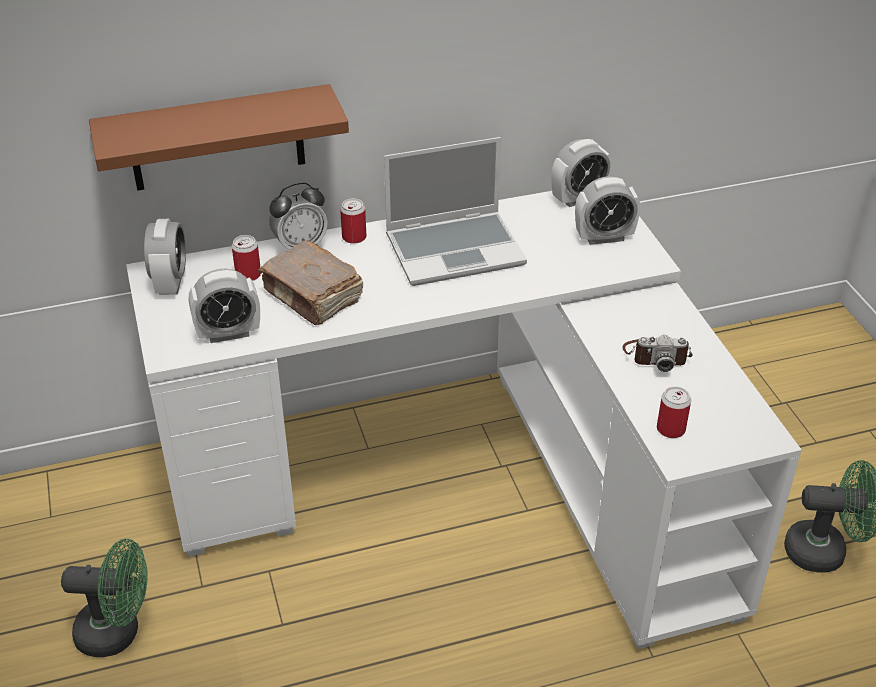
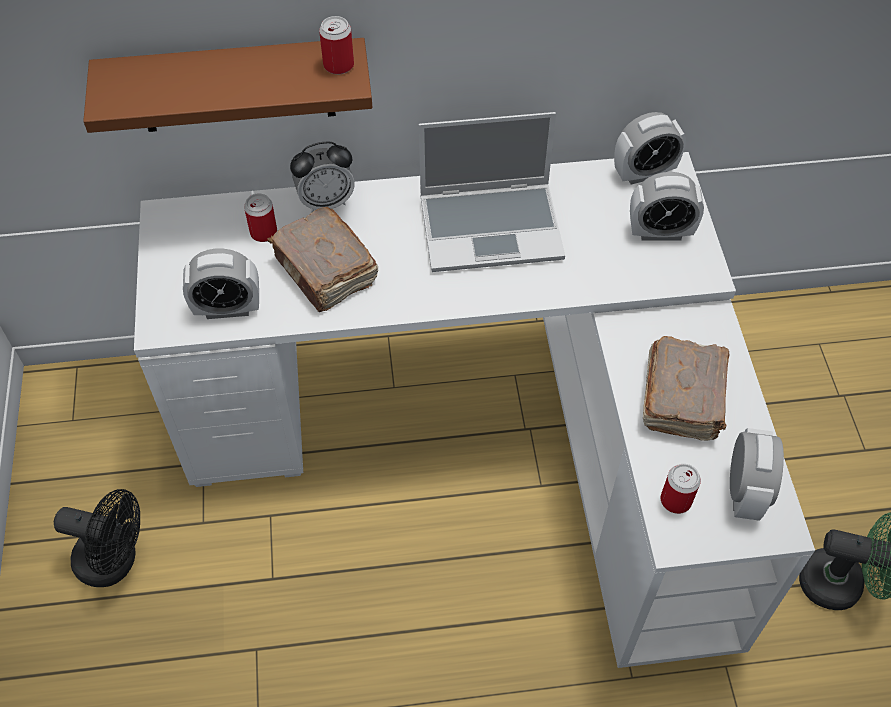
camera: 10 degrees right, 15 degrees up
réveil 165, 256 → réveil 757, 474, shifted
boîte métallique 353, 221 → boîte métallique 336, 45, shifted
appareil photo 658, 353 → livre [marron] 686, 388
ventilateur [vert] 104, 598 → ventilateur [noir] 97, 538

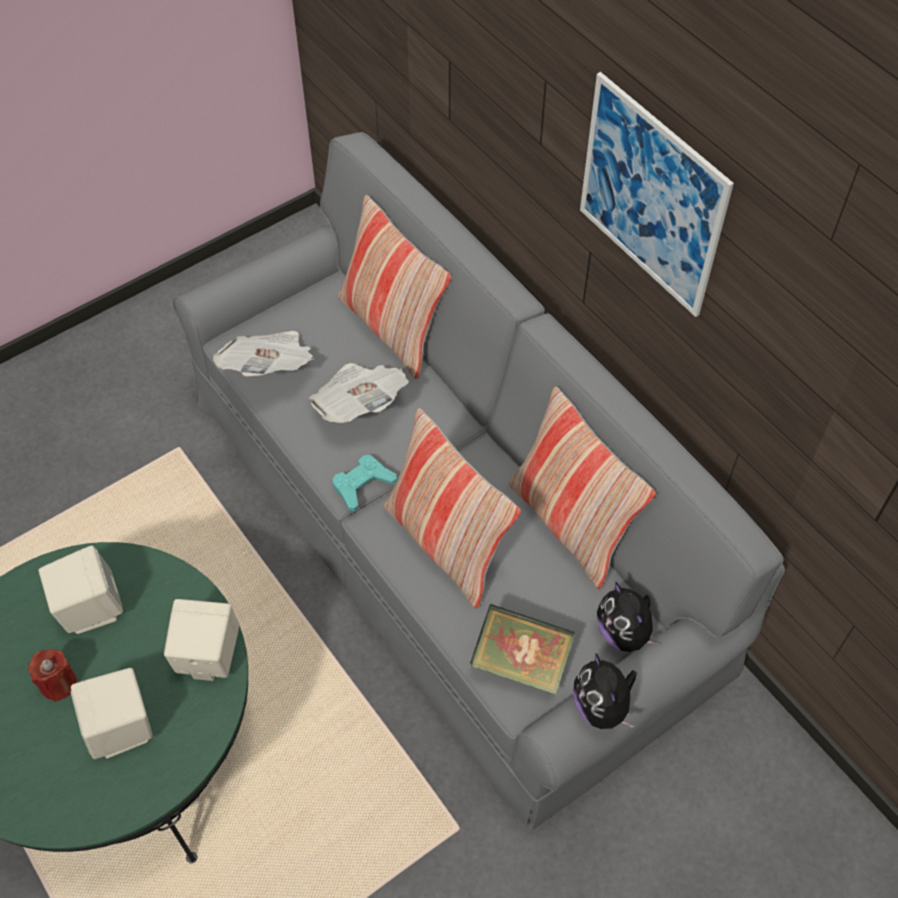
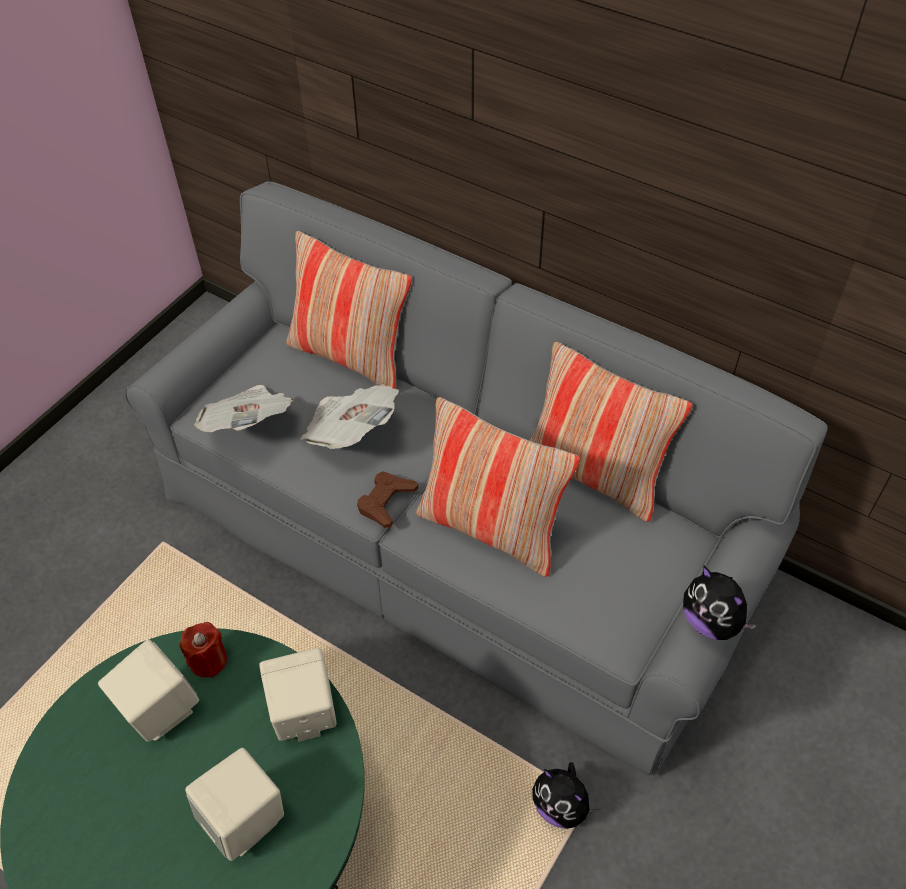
camera: 20 degrees left, 5 degrees down
livre 522, 649 → -
tableau 657, 194 → -
bougie [rouge] 52, 675 → bougie [rouge] 203, 650, shifted
peluche 628, 616 → peluche 565, 796, shifted
manette [turquoise] 365, 483 → manette [marron] 387, 499

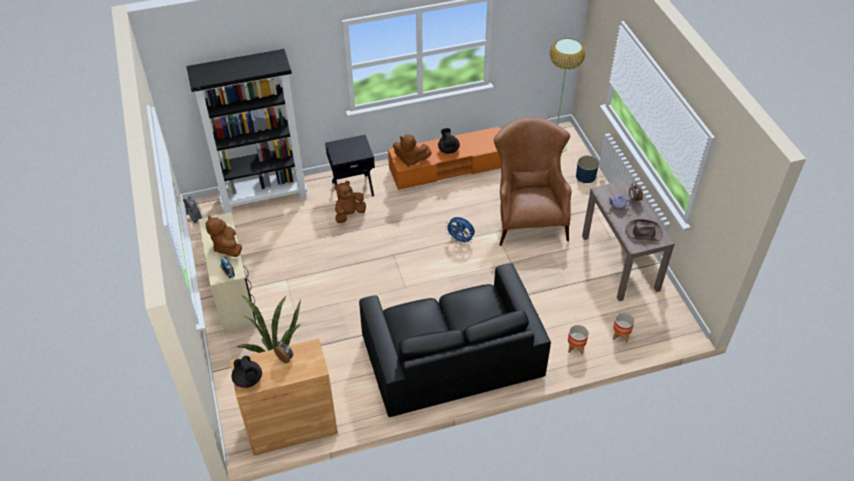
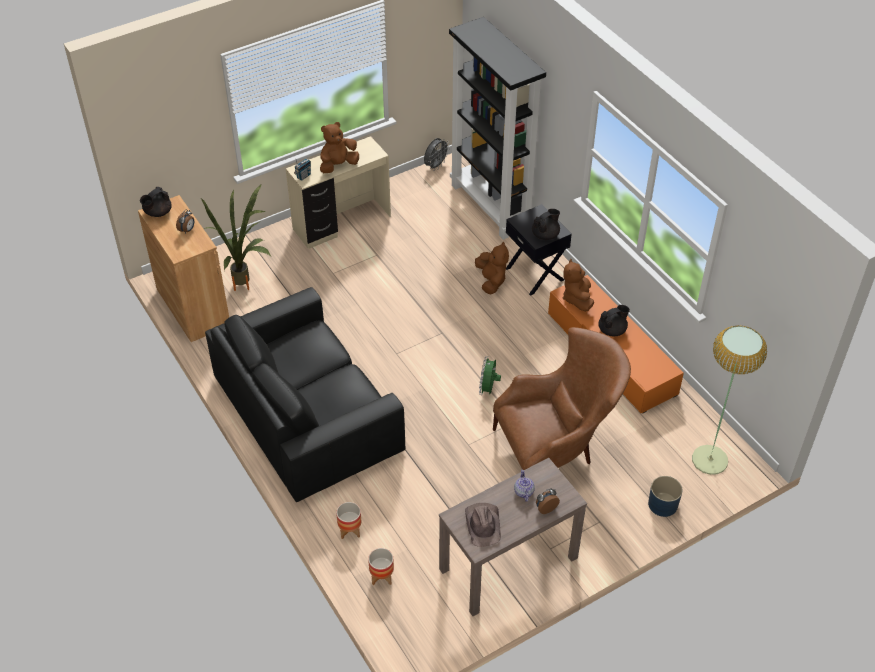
camera: 75 degrees right, 0 degrees up
- → théière [noir] 546, 224
ventilateur [bleu] 460, 230 → ventilateur [vert] 490, 375
peluche [marron] 350, 202 → peluche [marron] 492, 268, 45 degrees clockwise

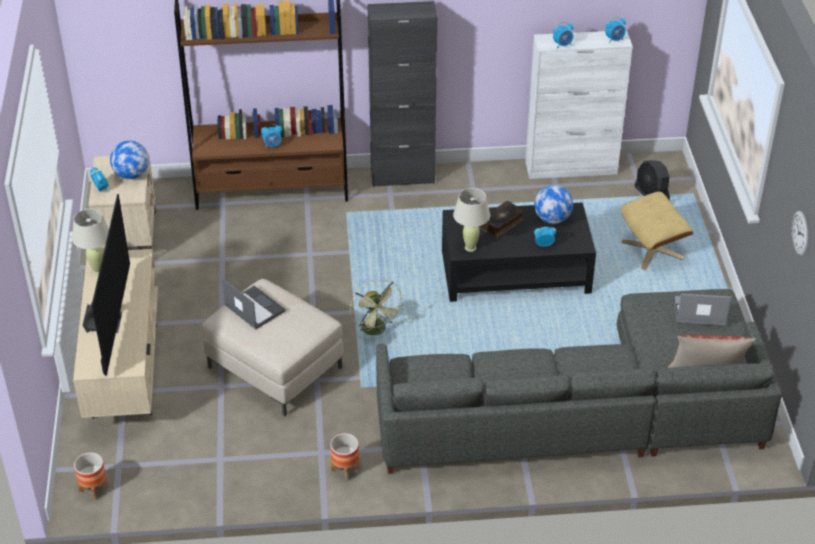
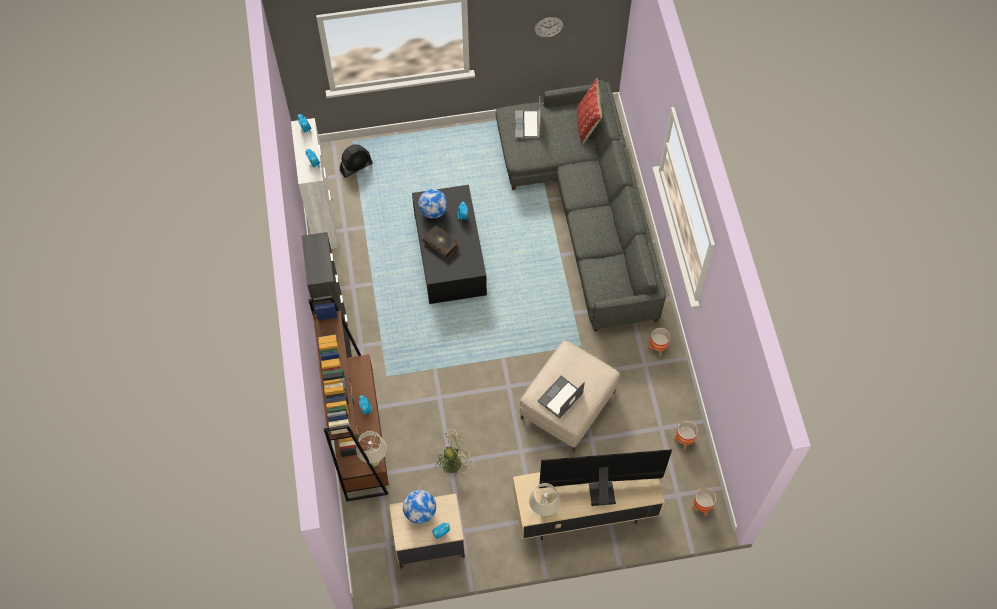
camera: 95 degrees left, 20 degrees up
pouf [beige] 657, 231 → -
- → cache-pot 686, 435
ventilateur [vert] 377, 310 → ventilateur [vert] 454, 451, shifted
lampe de table [beige] 471, 220 → lampe de table [beige] 371, 448, shifted

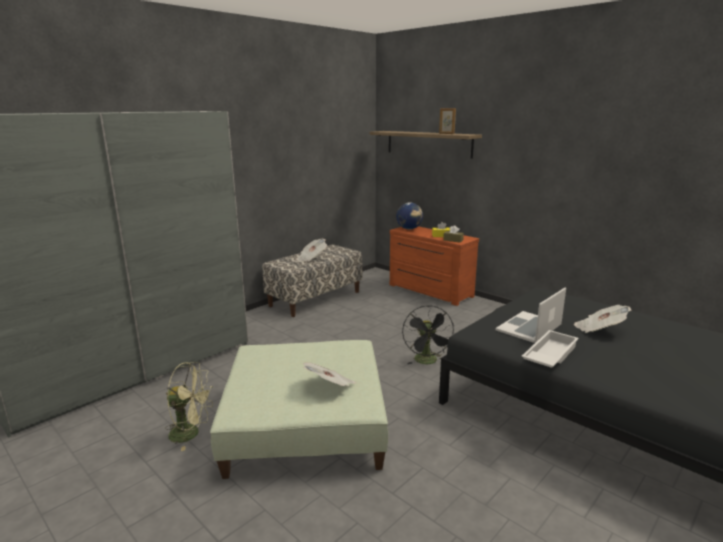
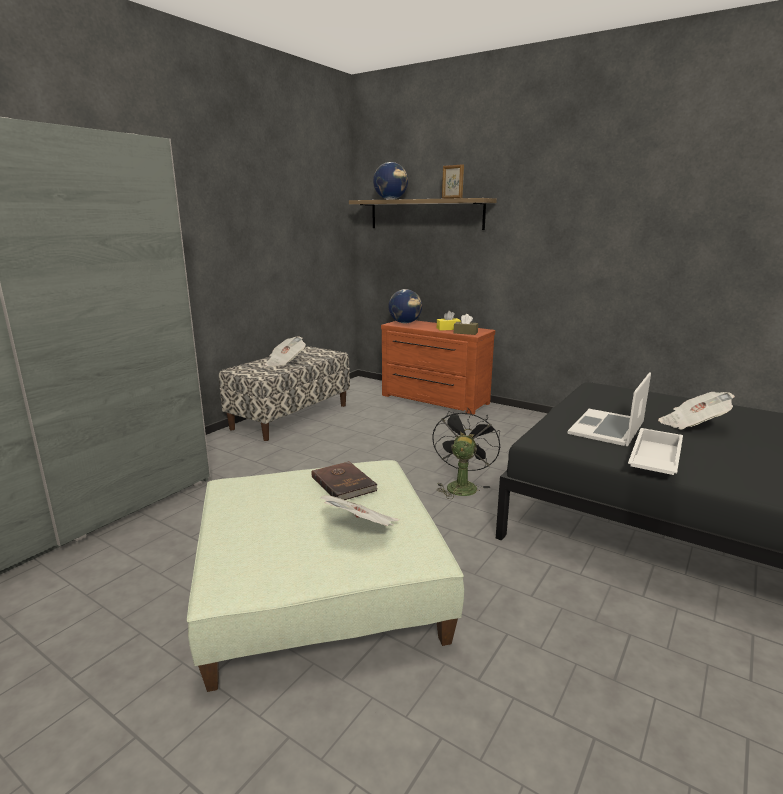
camera: 10 degrees left, 0 degrees up
ventilateur [vert] 189, 406 → -
- → livre [marron] 344, 480
- → globe 390, 181
ventilateur [noir] 428, 334 → ventilateur [noir] 466, 453, 150 degrees counterclockwise

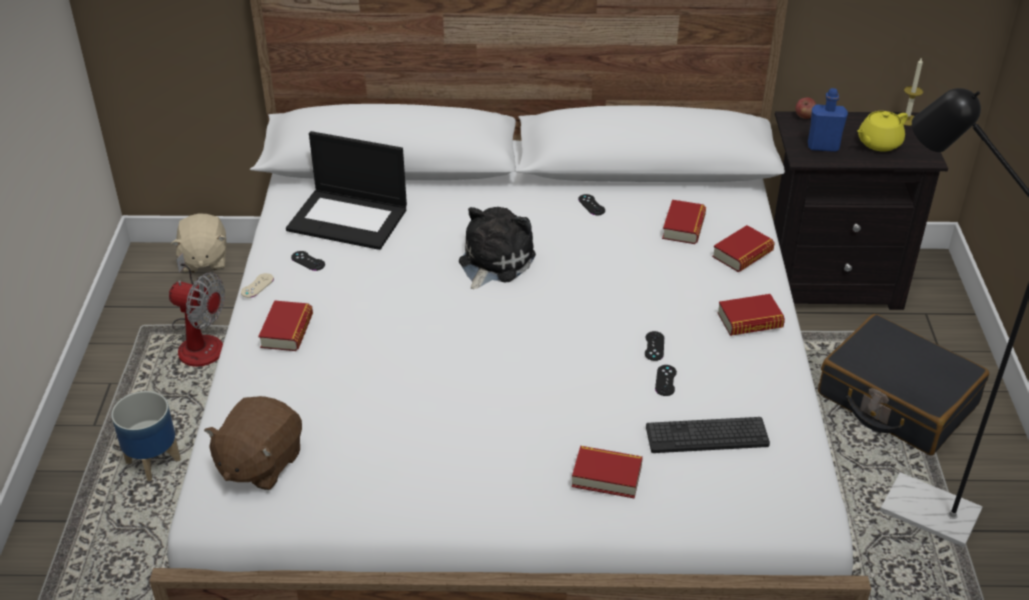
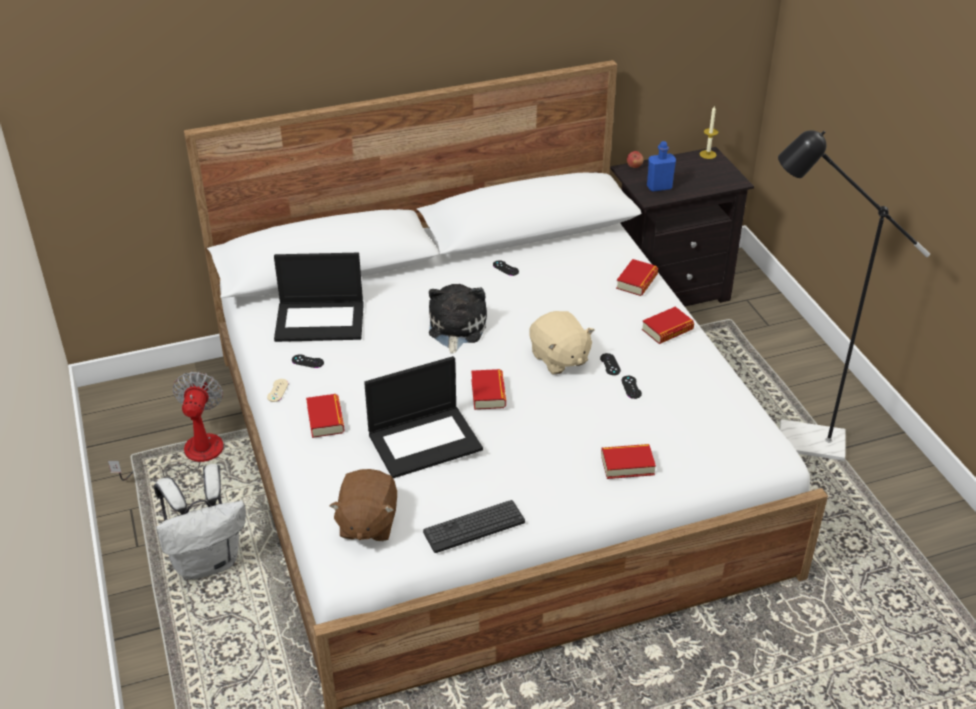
camera: 20 degrees left, 0 degrees up
valise [noir] 903, 384 → -
théière [jaune] 882, 131 → -
- → ordinateur portable 423, 417
peluche [beige] 199, 243 → peluche [beige] 561, 343, shifted
clavier 708, 435 → clavier 474, 526, shifted
livre 684, 222 → livre 488, 389, shifted
cache-pot 146, 436 → sac à dos [blanc] 200, 522
ventilateur 197, 310 → ventilateur 165, 426, 90 degrees counterclockwise

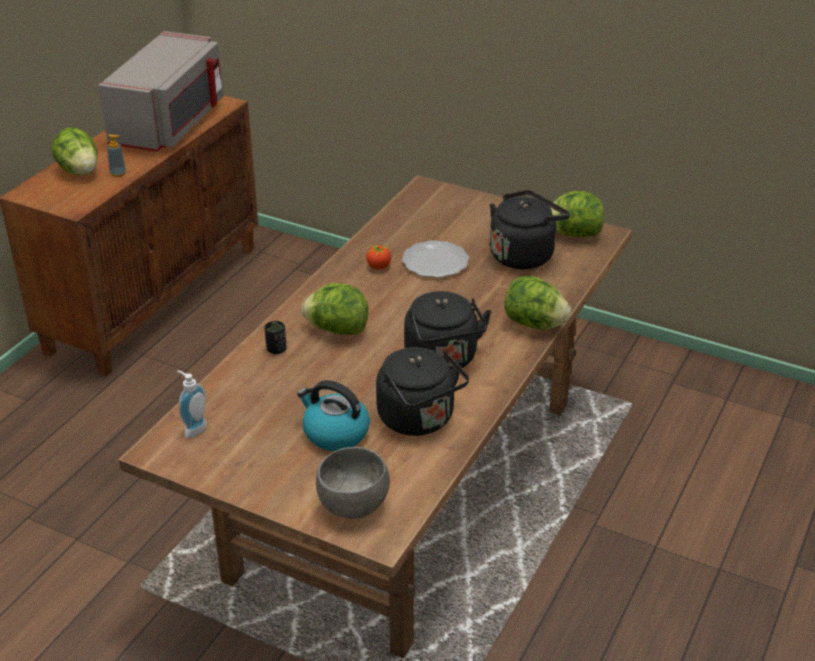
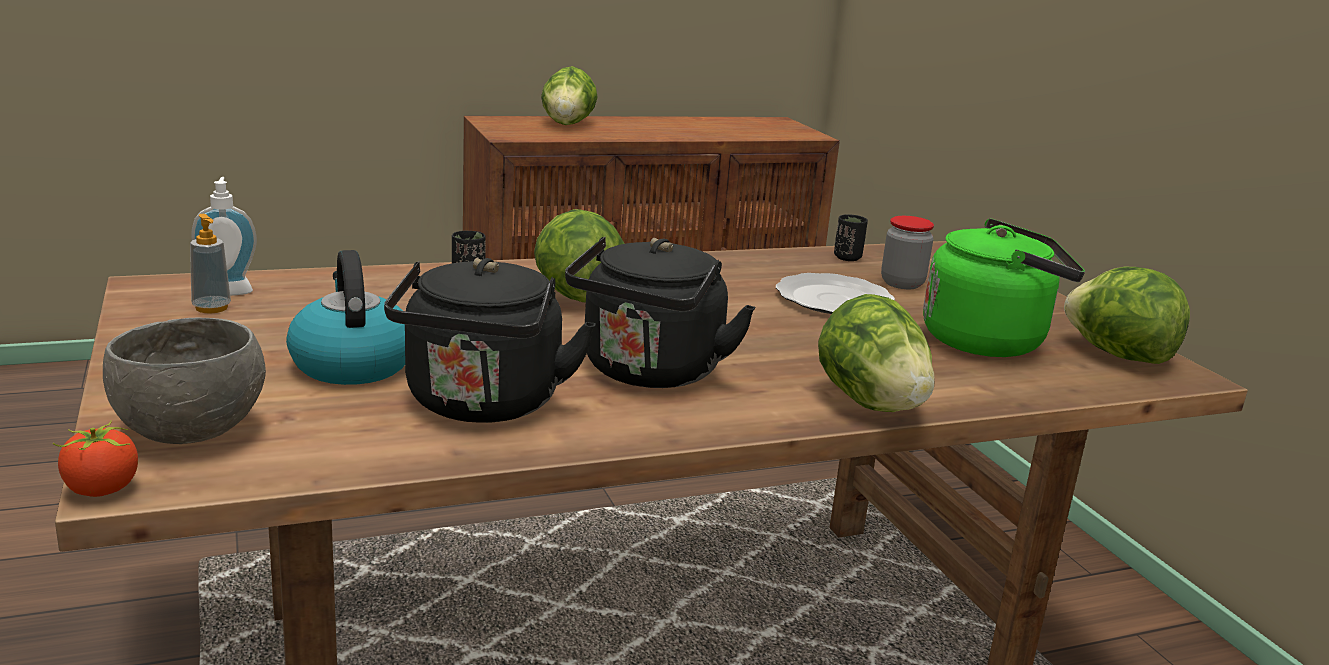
camera: 40 degrees right, 15 degrees down
micro-ondes [gris] 160, 91 → -
- → tasse [noir] 851, 237
- → bocal 907, 252
distributeur de savon 116, 155 → distributeur de savon 210, 263, shifted
tomate 378, 257 → tomate 95, 458, shifted
bouilloire [noir] 530, 229 → bouilloire [vert] 1004, 287

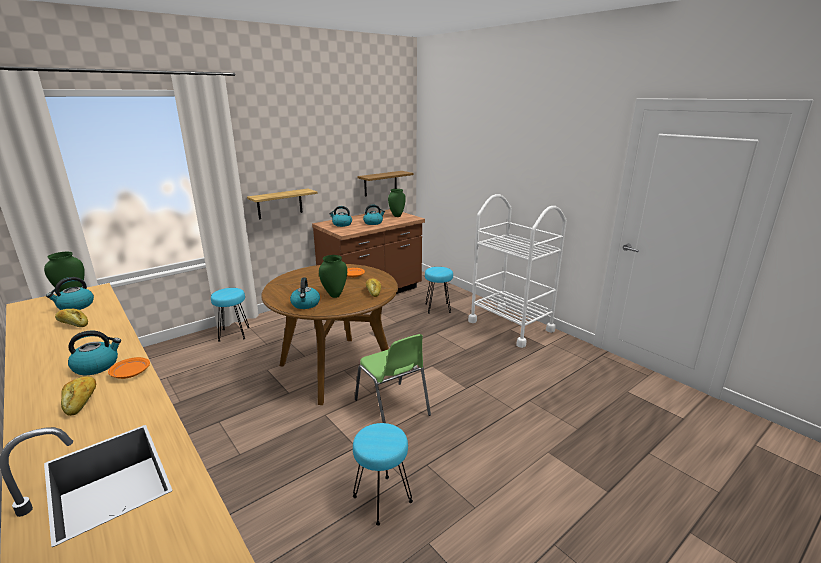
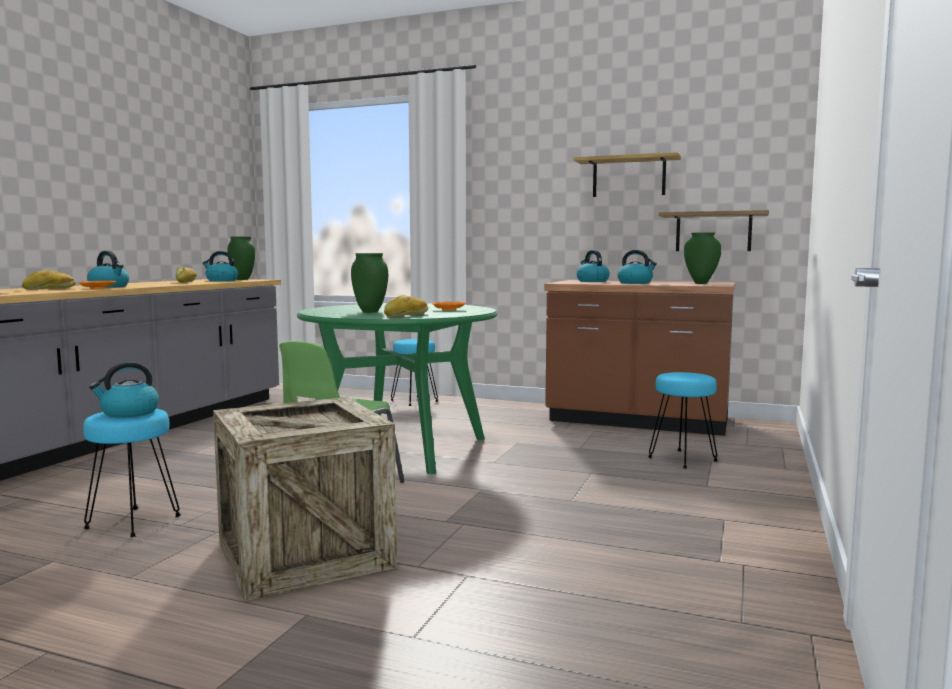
camera: 60 degrees right, 15 degrees down
chariot [blanc] 517, 271 → -
- → caisse 305, 499
étagère 282, 204 → étagère 627, 174, shifted
bouilloire 305, 293 → bouilloire 124, 390, shifted
table à manger [marron] 329, 334 → table à manger [vert] 397, 389

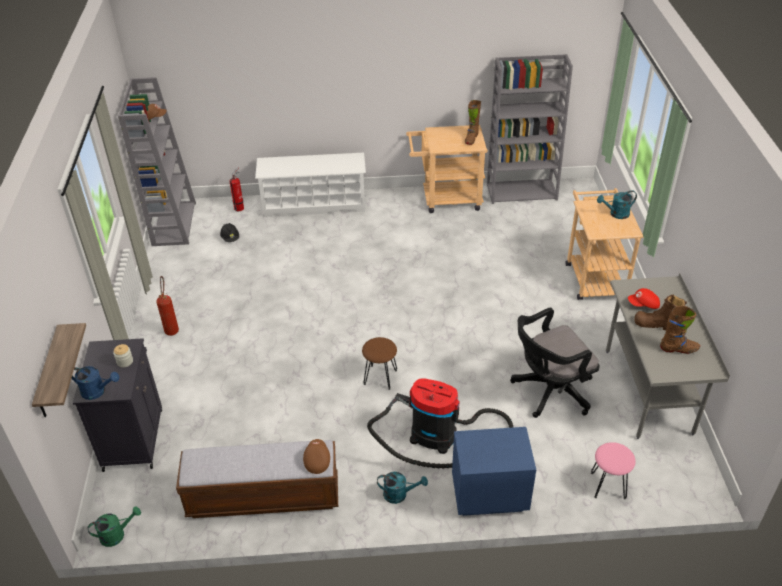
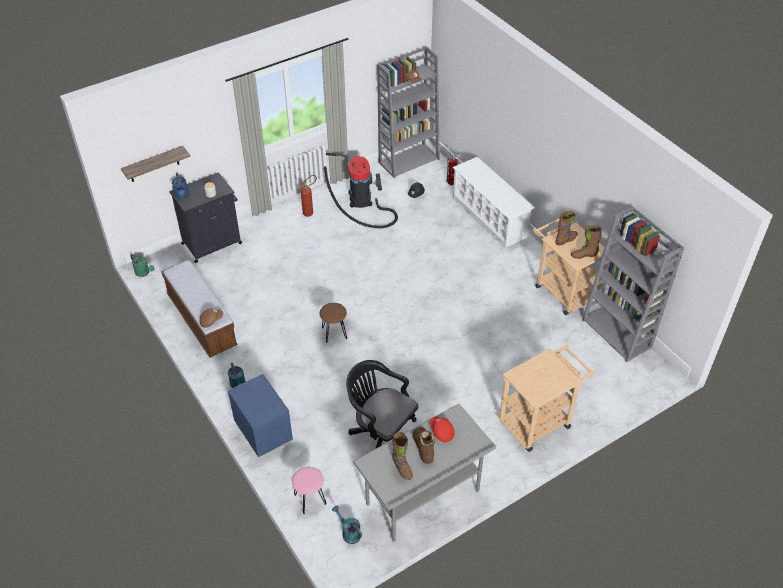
camera: 60 degrees right, 5 degrees up
- → botte [marron] 567, 228
aspirateur 440, 423 → aspirateur 360, 190, shifted
arrosoir [turquoise] 617, 204 → arrosoir [turquoise] 347, 525, shifted

